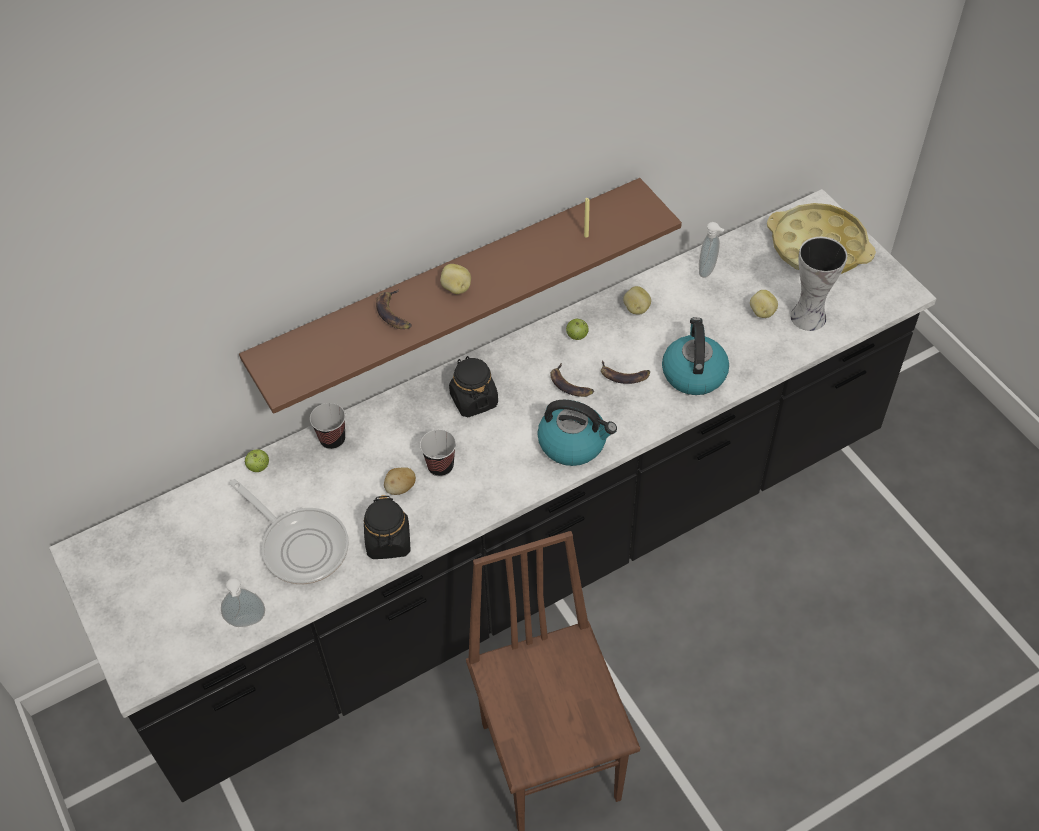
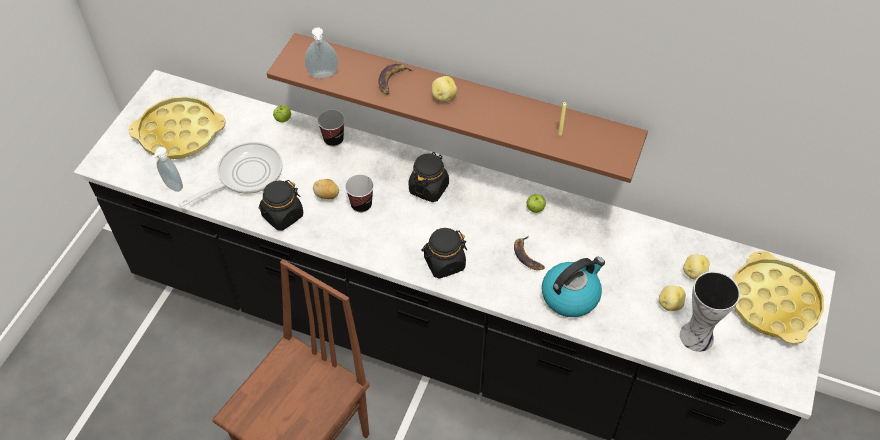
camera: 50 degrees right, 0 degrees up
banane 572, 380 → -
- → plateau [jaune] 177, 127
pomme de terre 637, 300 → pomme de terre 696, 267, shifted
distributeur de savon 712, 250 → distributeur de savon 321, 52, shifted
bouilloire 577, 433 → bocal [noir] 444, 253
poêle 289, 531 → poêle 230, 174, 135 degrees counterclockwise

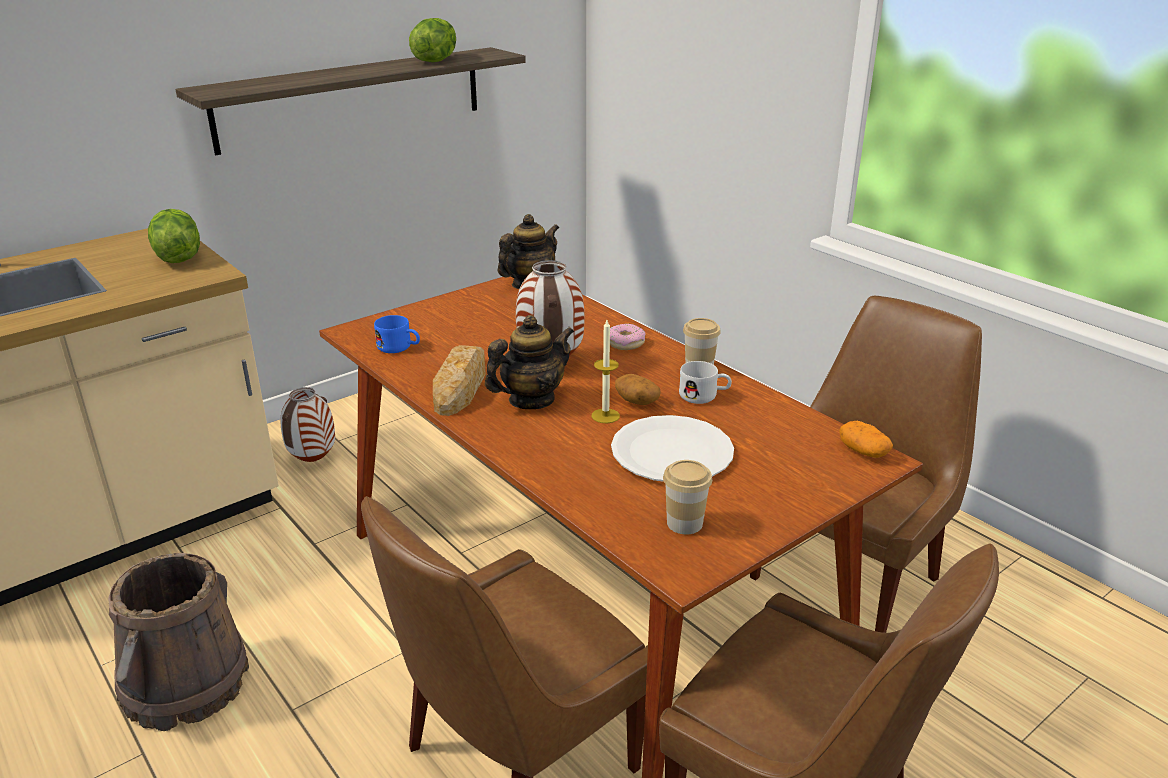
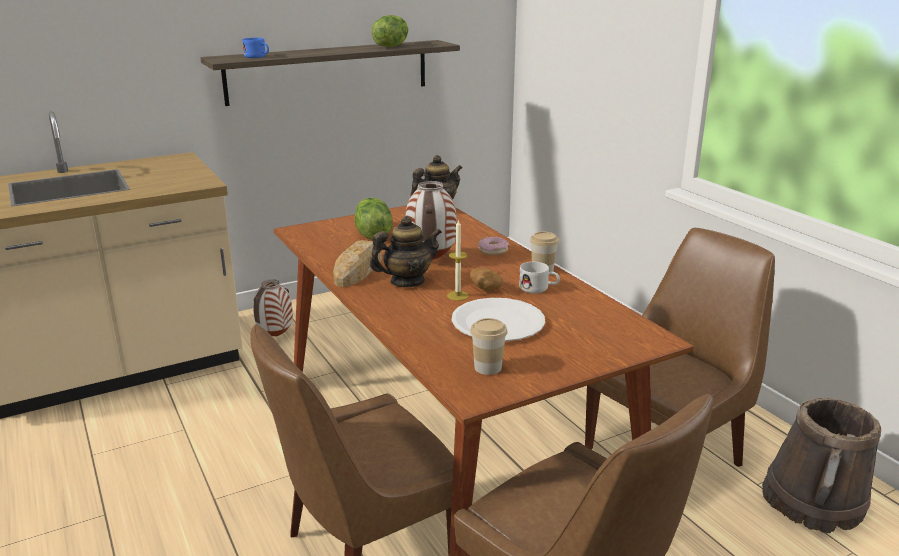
camera: 10 degrees right, 5 degrees down
pomme de terre 866, 439 → -
seau [marron] 178, 642 → seau [marron] 821, 465, shifted
laitue 174, 236 → laitue 374, 219, shifted
mug [bleu] 397, 334 → mug [bleu] 255, 48, shifted

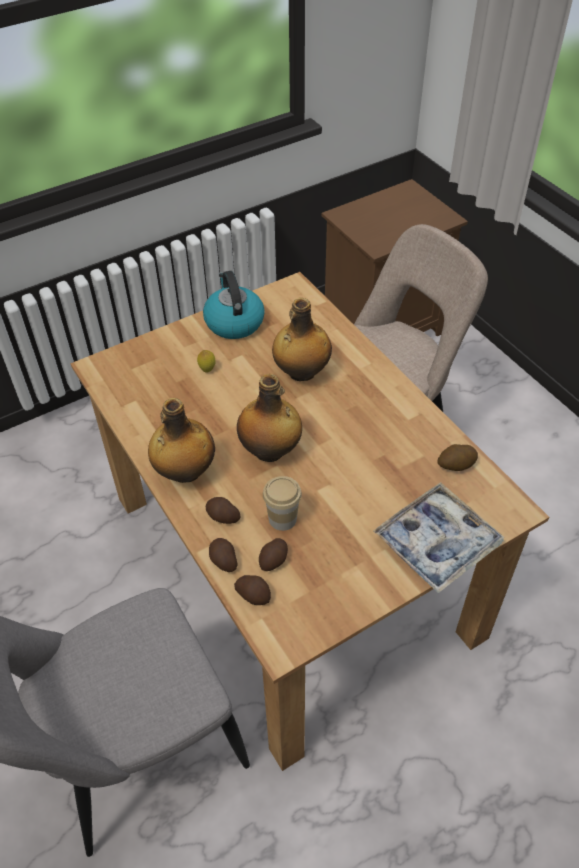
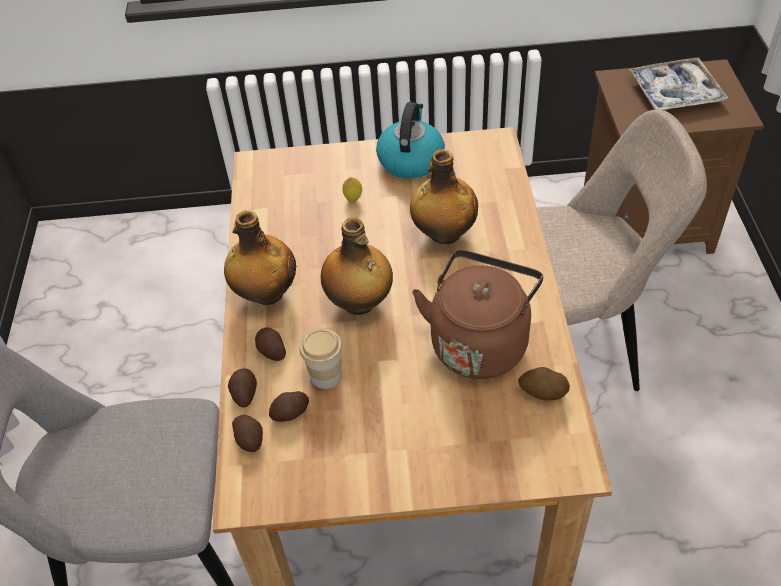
camera: 30 degrees right, 0 degrees up
- → bouilloire [marron] 477, 314
plateau 438, 537 → plateau 678, 83, shifted

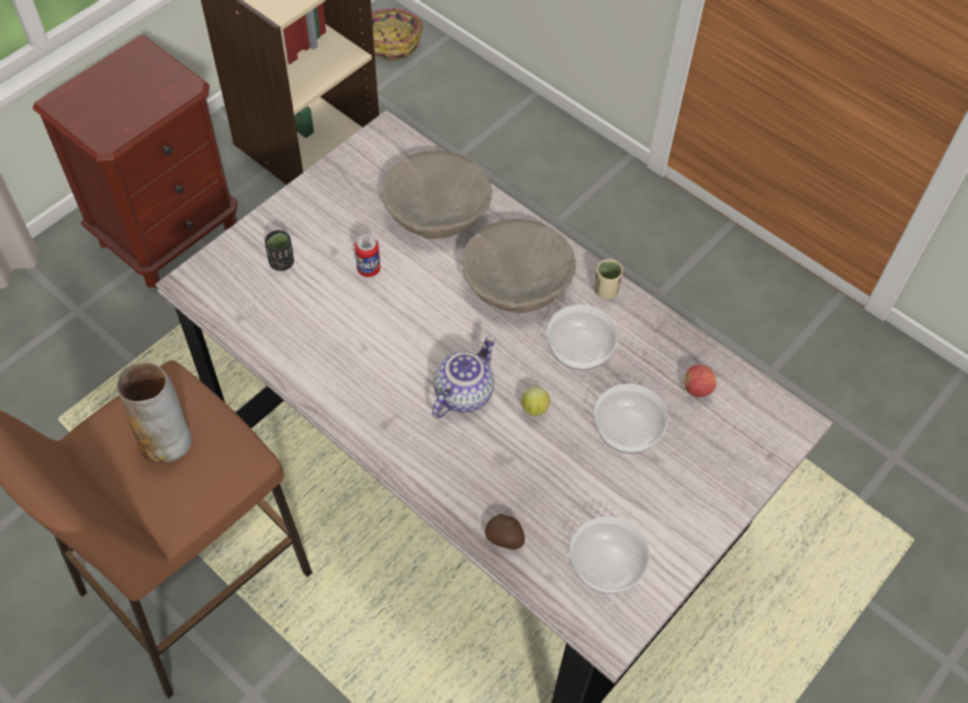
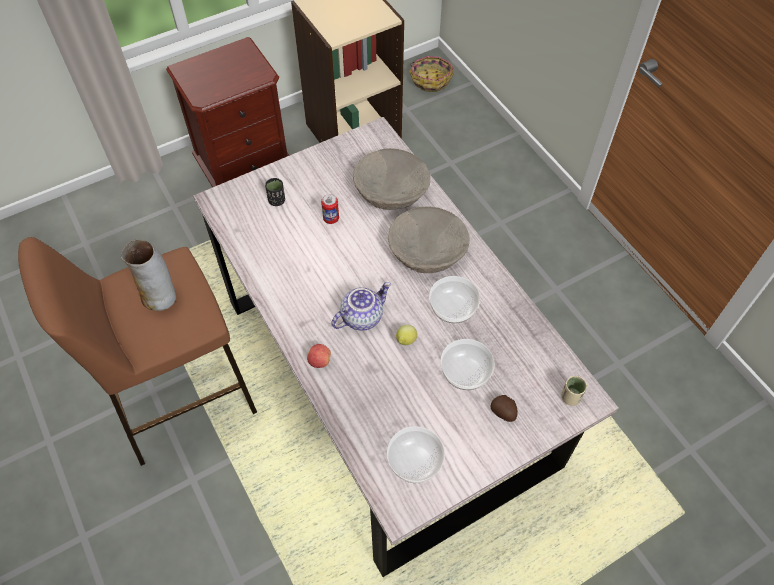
camera: 20 degrees right, 0 degrees up
pomme de terre 505, 531 → pomme de terre 504, 408, shifted
tasse [beige] 608, 279 → tasse [beige] 574, 391, shifted
pomme 700, 381 → pomme 319, 356, shifted

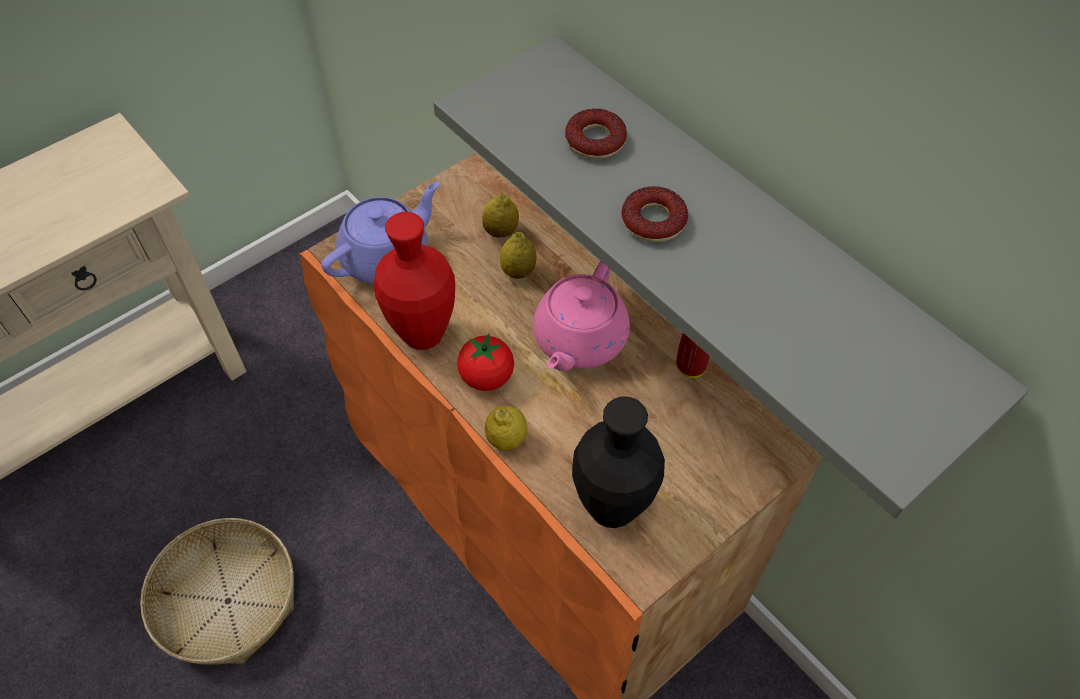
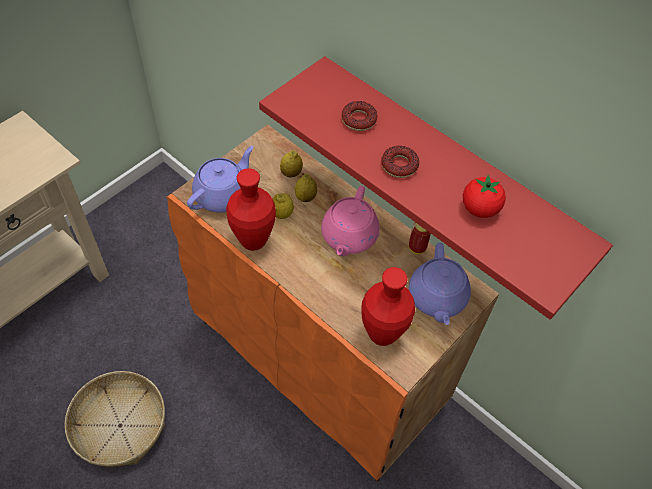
camera: 10 degrees left, 0 degrees up
- → théière [violet] 440, 284
tomate 485, 362 → tomate 484, 196, shifted
citron 506, 428 → citron 283, 206, shifted
étagère [gris] 731, 277 → étagère [rouge] 436, 188
vase [noir] 618, 462 → vase [rouge] 388, 306

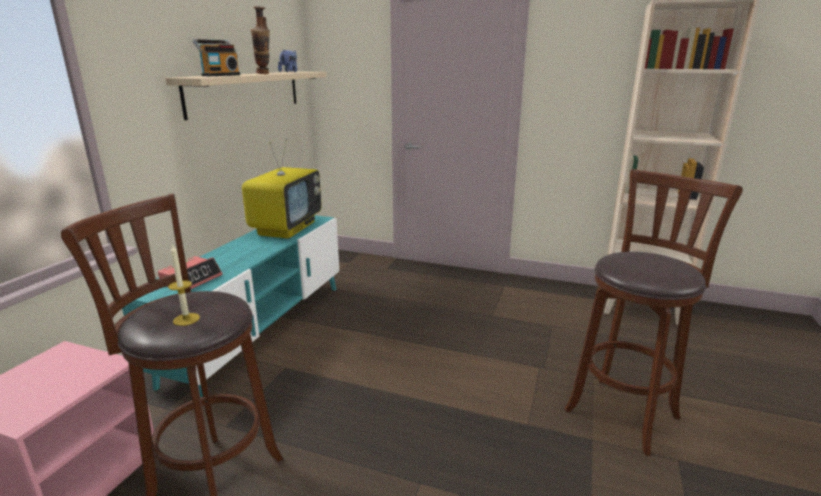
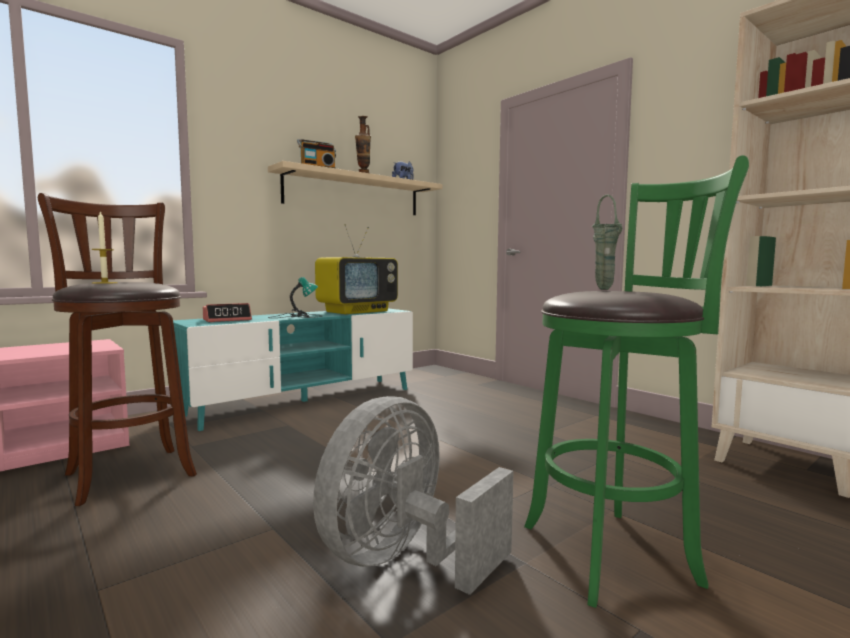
camera: 30 degrees right, 15 degrees down
- → lampe de table 295, 297
- → ventilateur [gris] 413, 495
- → vase [vert] 607, 242
tabouret [marron] 654, 312 → tabouret [vert] 636, 381

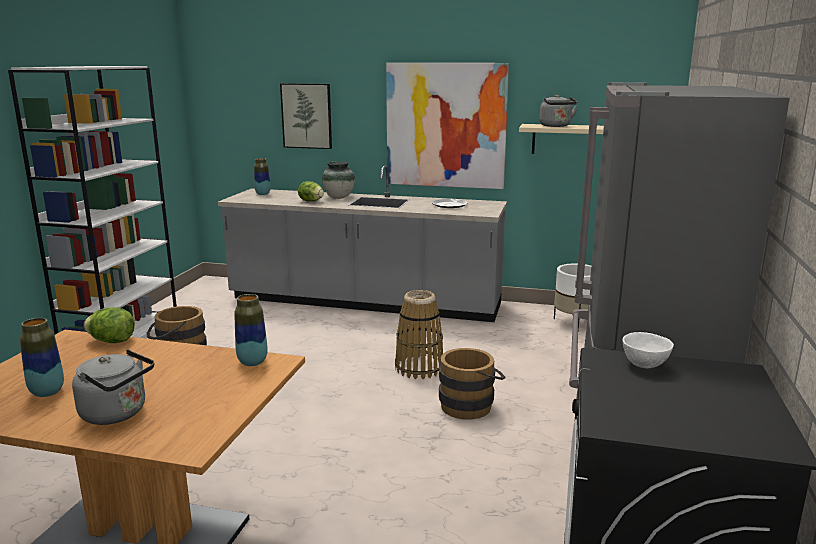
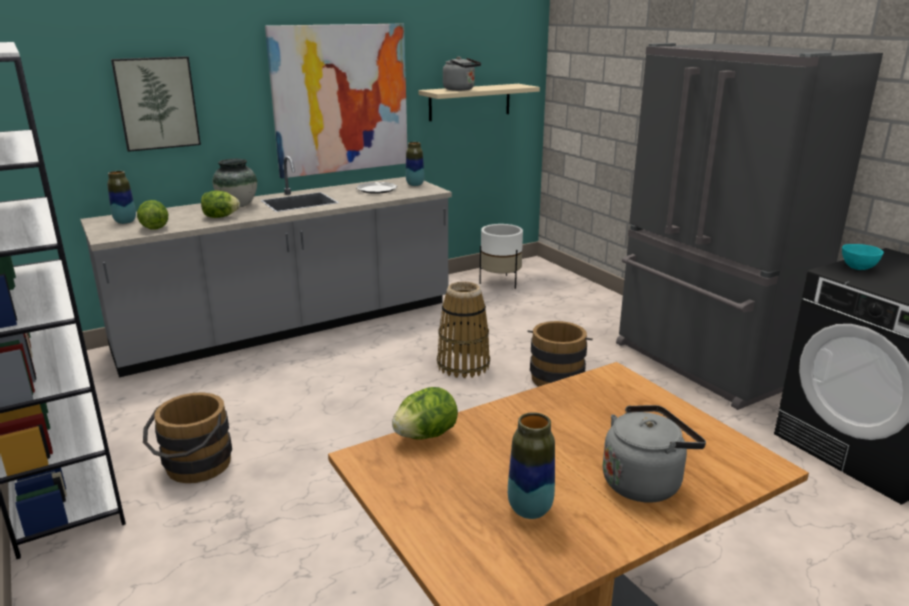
camera: 45 degrees left, 5 degrees up
- → laitue 152, 215
vase 251, 330 → vase 415, 164, shifted
bol [blanc] 648, 350 → bol [turquoise] 863, 257

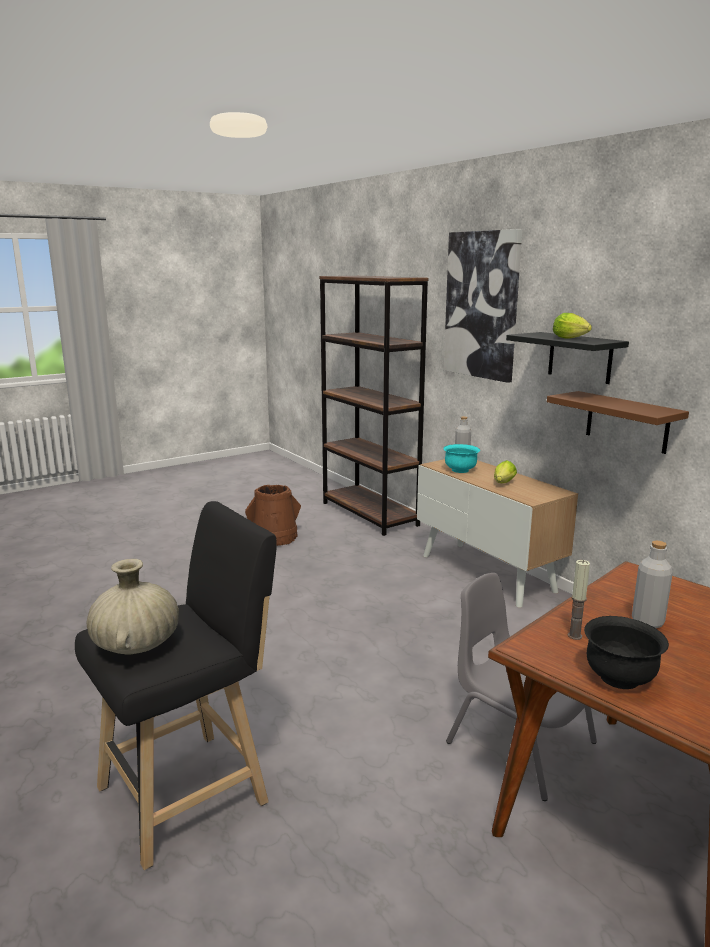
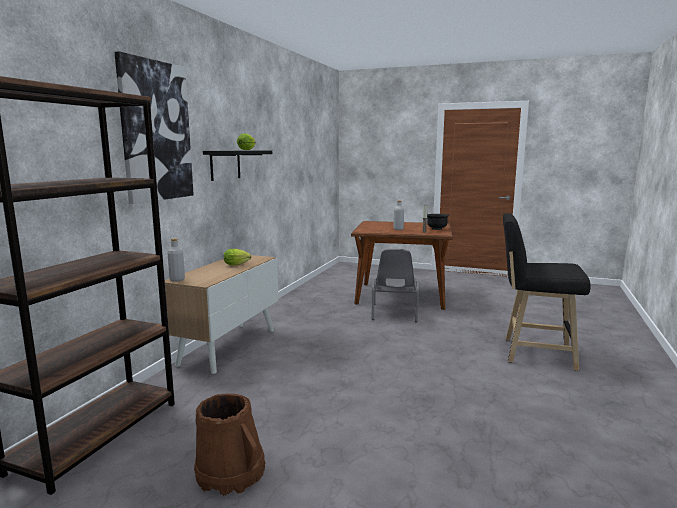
camera: 125 degrees left, 5 degrees down
vase [beige] 133, 607 → -
bol [turquoise] 461, 458 → -
étagère [marron] 618, 422 → -

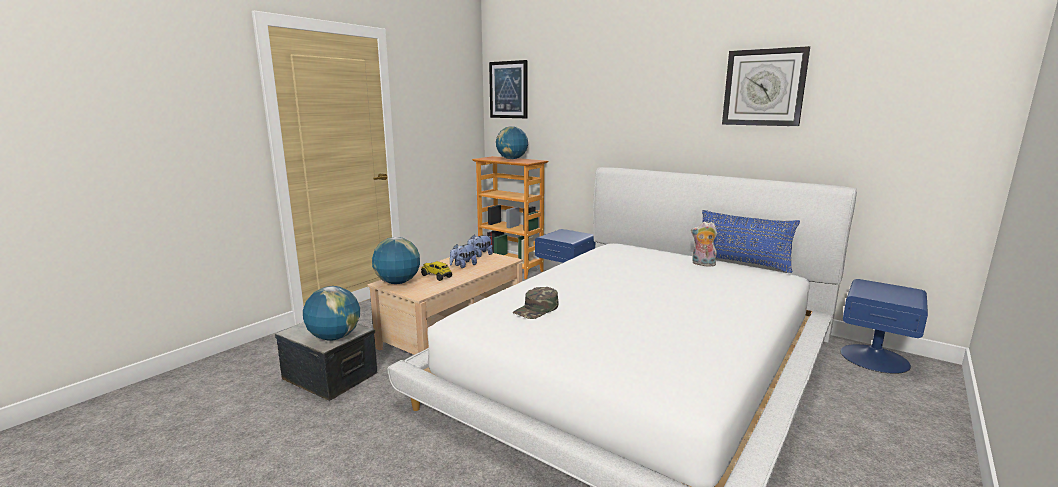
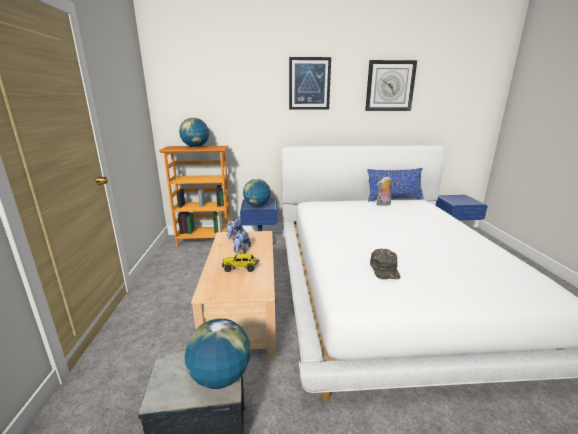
camera: 40 degrees left, 5 degrees up
globe 396, 260 → globe 257, 193, shifted
tableau 508, 89 → tableau 310, 83, shifted

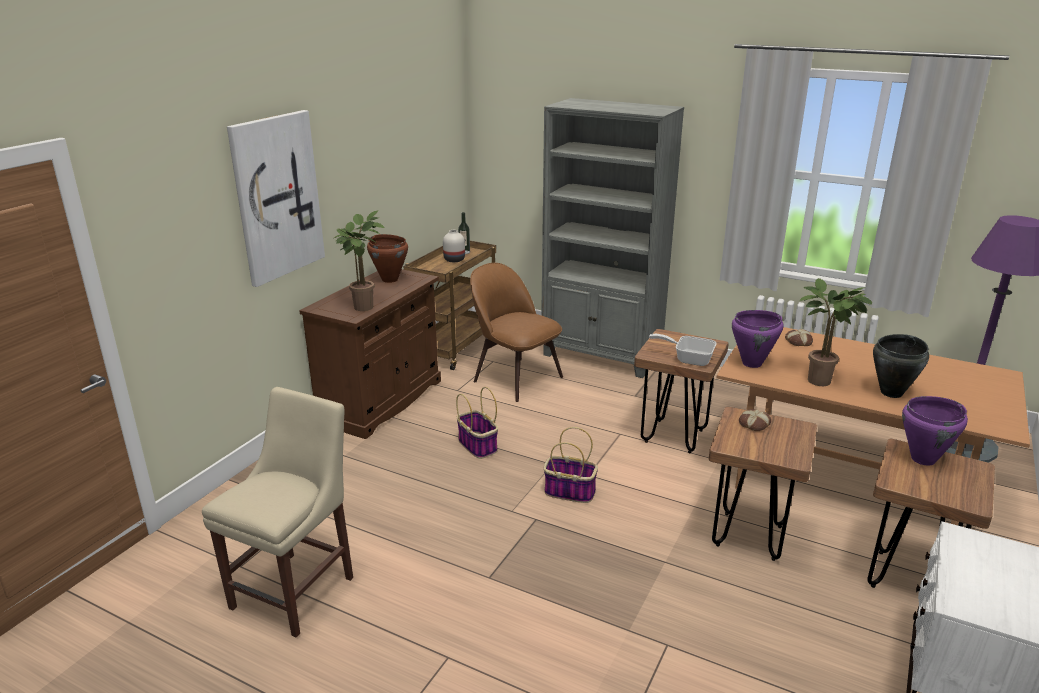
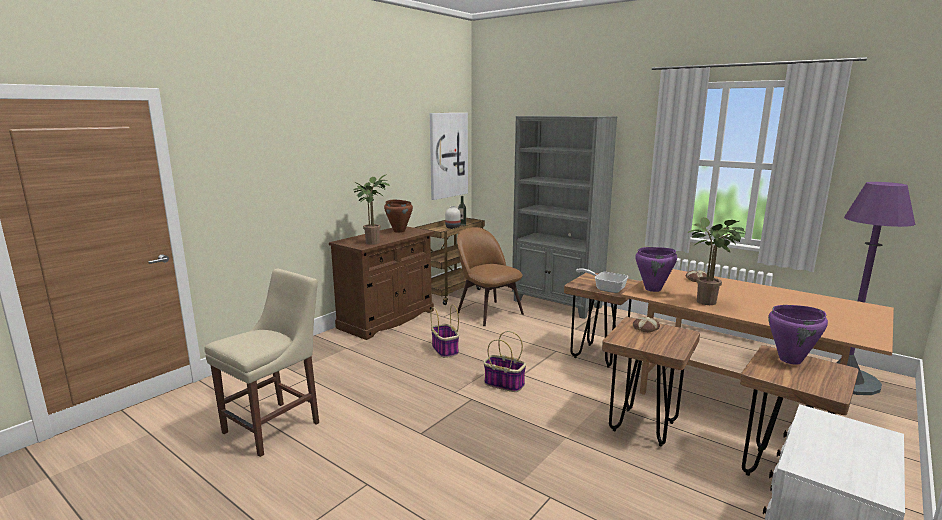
camera: 10 degrees right, 10 degrees down
marmite [noir] 901, 366 → -
tableau 276, 198 → tableau 449, 156, shifted

